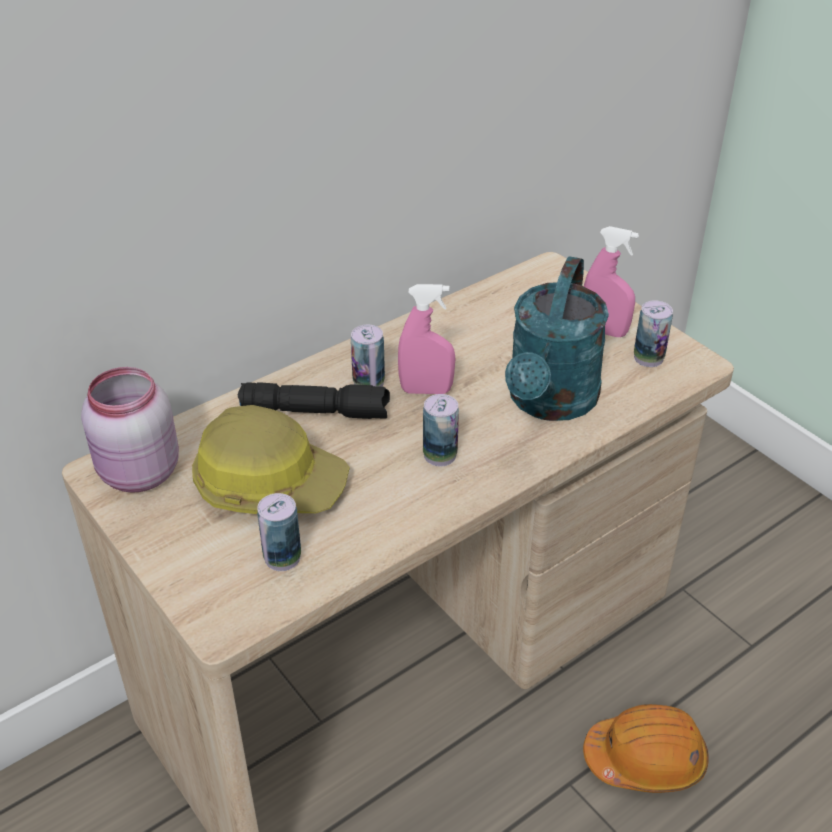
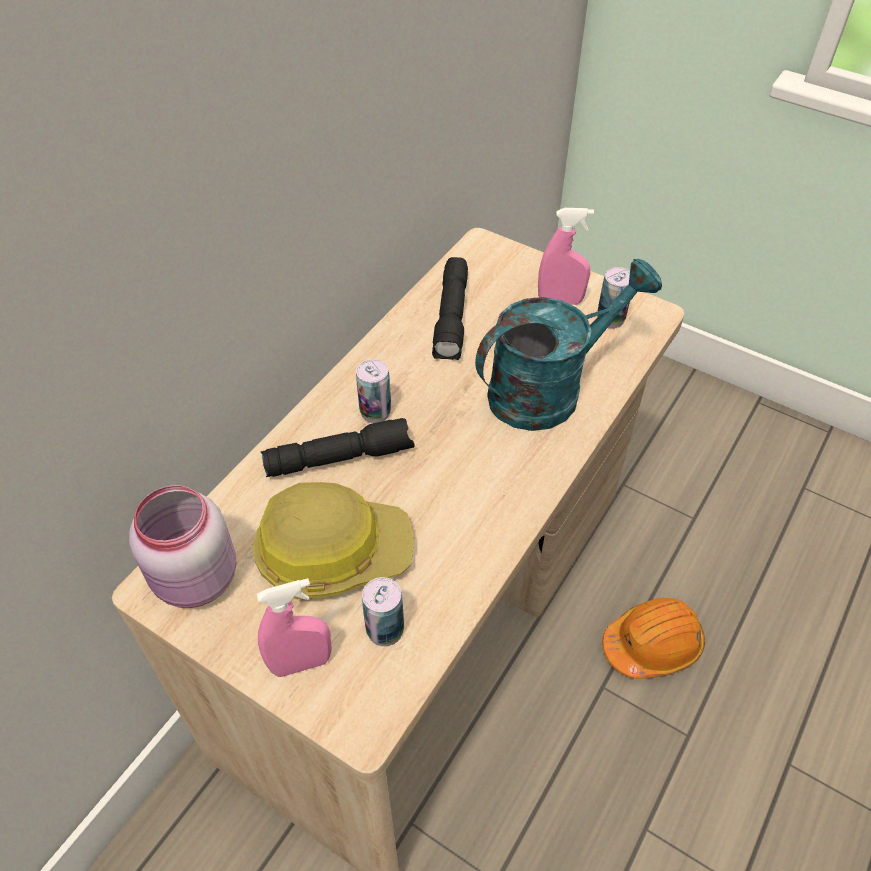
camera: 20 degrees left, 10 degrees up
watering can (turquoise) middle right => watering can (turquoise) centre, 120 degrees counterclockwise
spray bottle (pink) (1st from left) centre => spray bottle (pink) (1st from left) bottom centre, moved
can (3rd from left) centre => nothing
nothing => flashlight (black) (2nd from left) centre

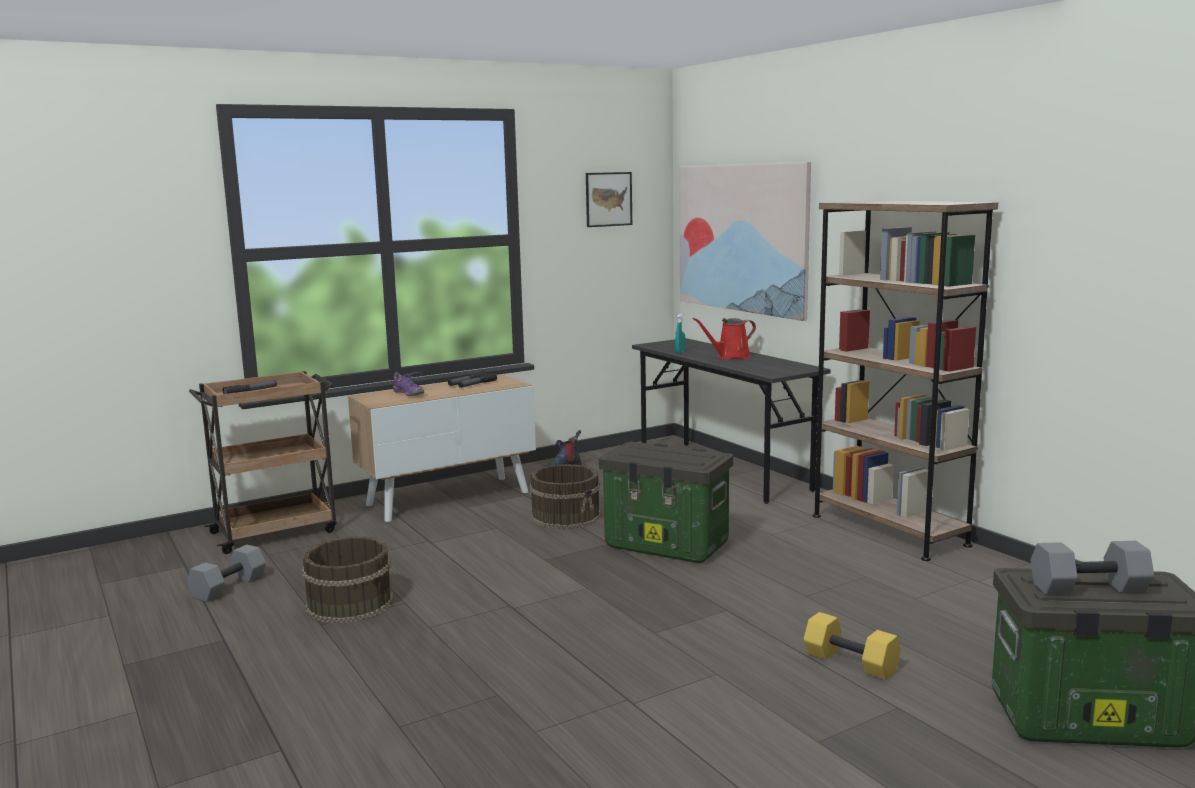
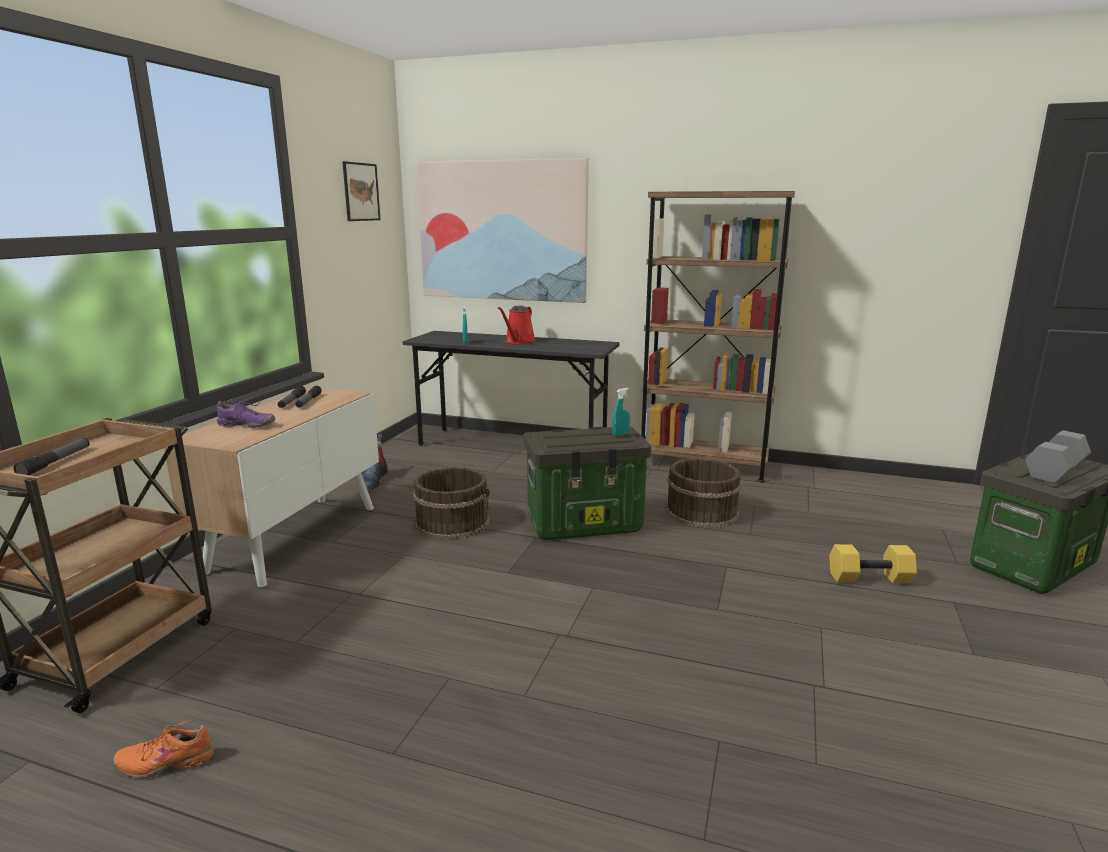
camera: 40 degrees left, 5 degrees up
bucket (brown) (1st from left in the first image) bottom left => bucket (brown) (2nd from left) centre, moved
dumbbell (grey) (1st from left) bottom left => shoe (orange) bottom left
nothing => spray bottle (turquoise) (2nd from left) centre

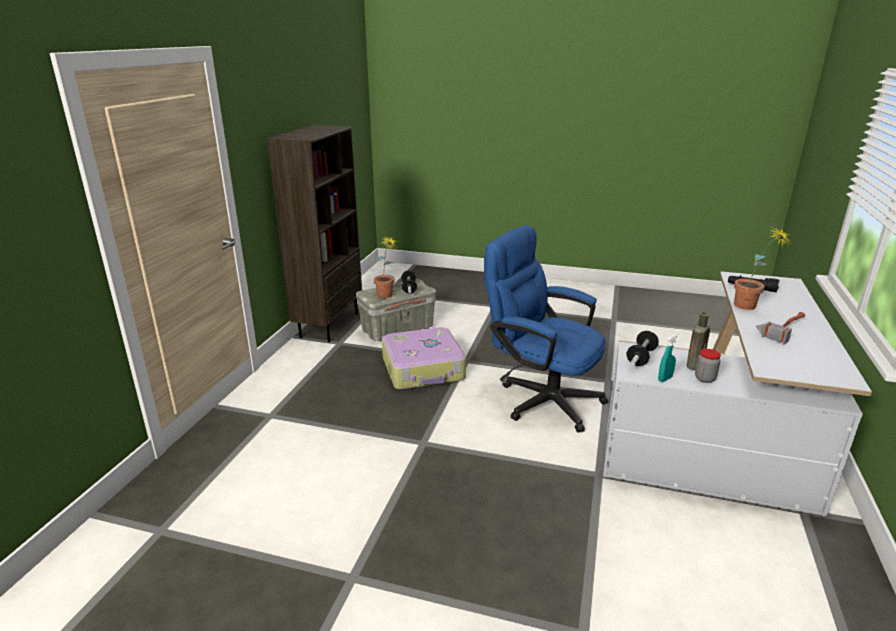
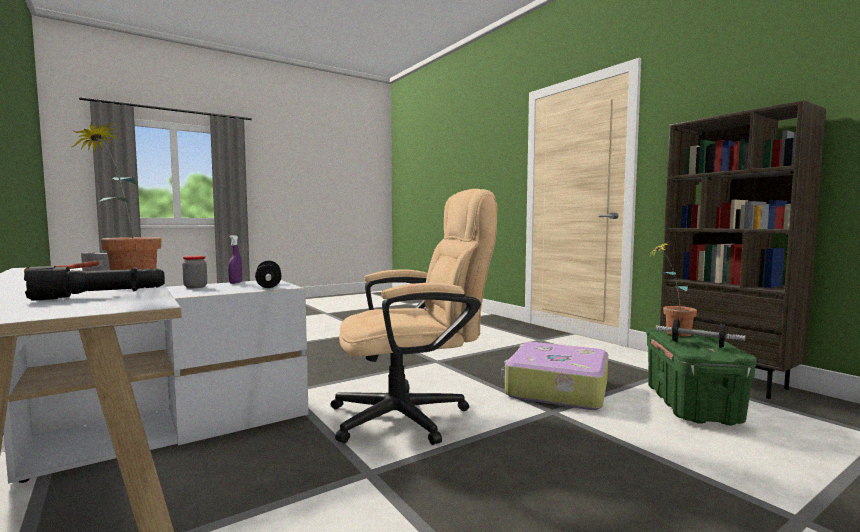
camera: 130 degrees right, 20 degrees down
office chair (blue) centre => office chair (beige) centre
storage box (grey) centre => storage box (green) bottom right
bottle (brown) middle right => nothing
spray bottle (turquoise) middle right => spray bottle (purple) middle left

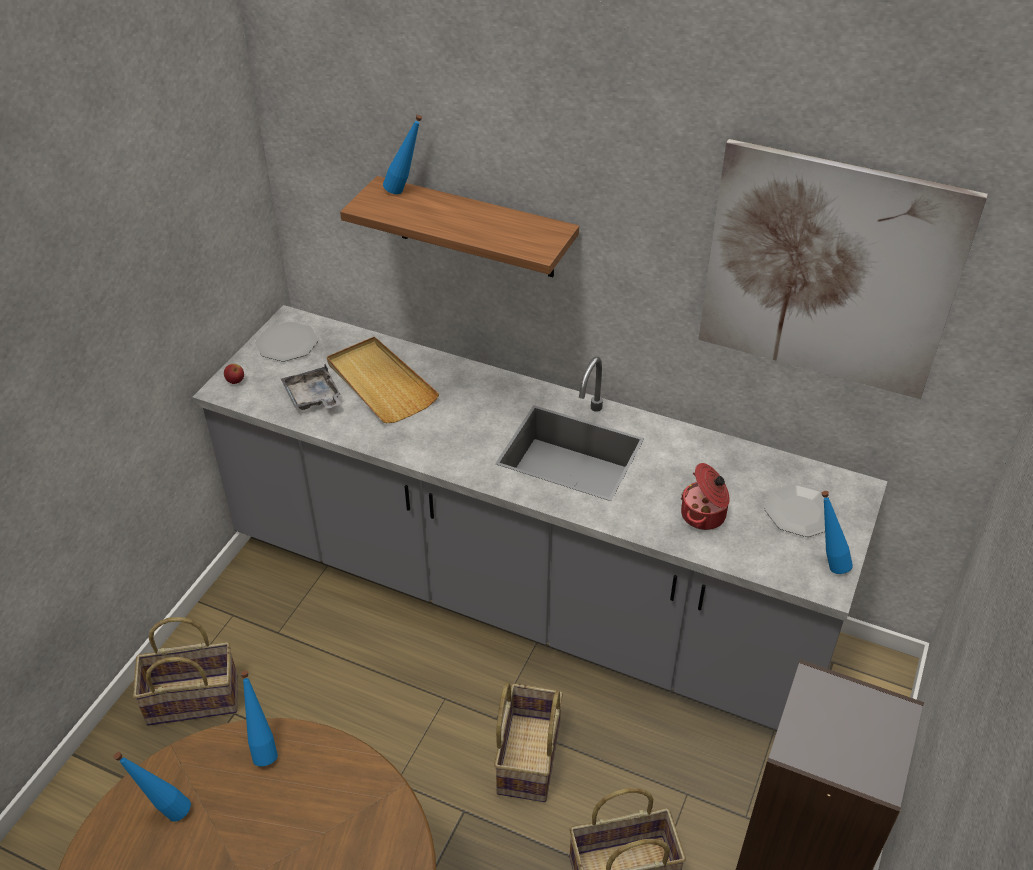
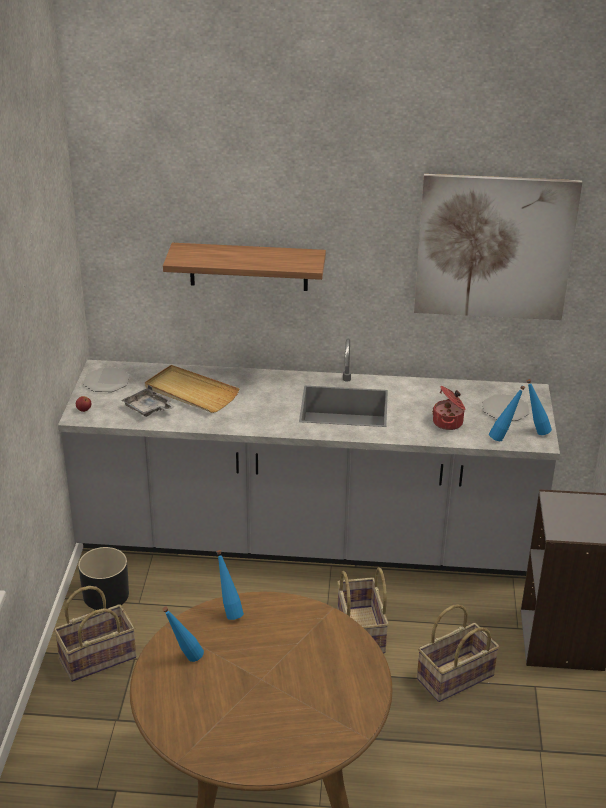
camera: 20 degrees left, 10 degrees down
bottle (blue) (3rd from left) top centre => bottle (blue) (3rd from left) middle right, moved
nothing => planter (black) bottom left

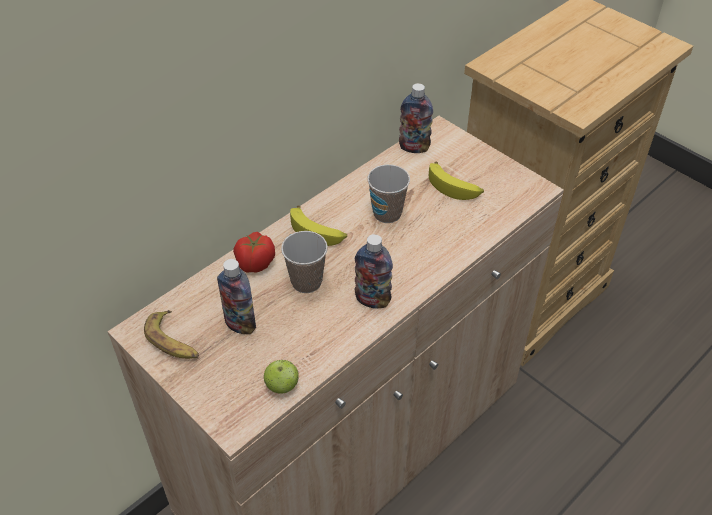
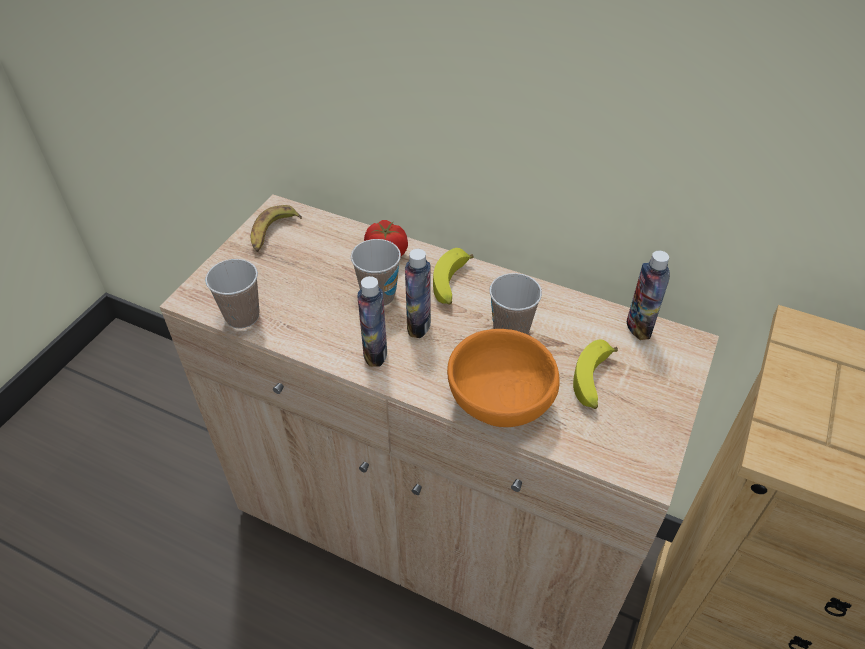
camera: 70 degrees right, 0 degrees up
bottle (1st from left in the first image) middle left => bottle (2nd from left) centre, moved
apple bottom centre => cup (1st from left) middle left
nothing => bowl (orange) centre

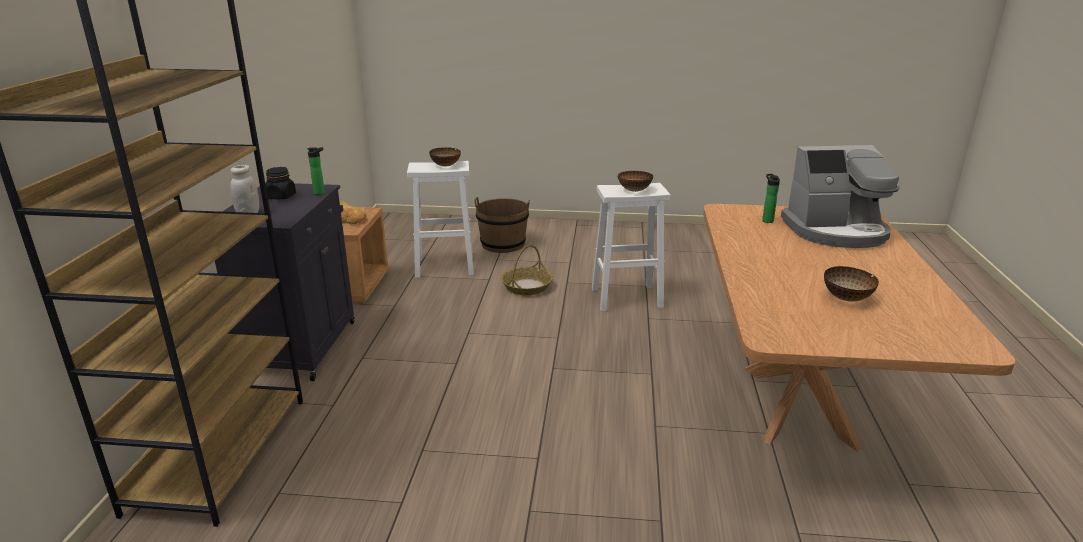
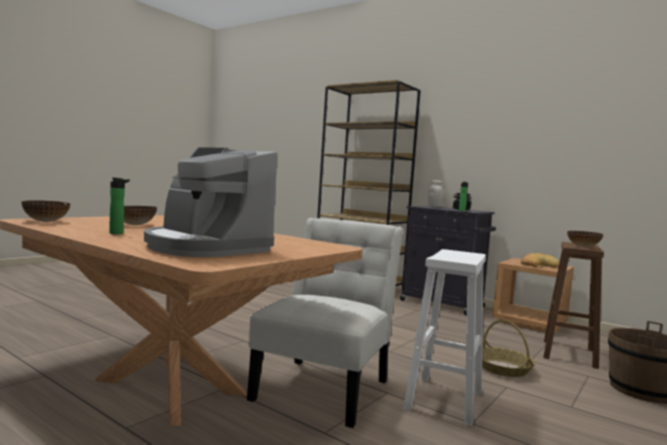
camera: 120 degrees right, 20 degrees down
coffee machine middle right => coffee machine middle left, 75 degrees counterclockwise
stool (white) (1st from left) centre => stool (brown) bottom right
bowl (2nd from left in the first image) centre => bowl (1st from left) middle left, moved
bottle (2nd from left in the first image) middle right => bottle (1st from left) middle left, moved
nothing => chair (white) bottom centre

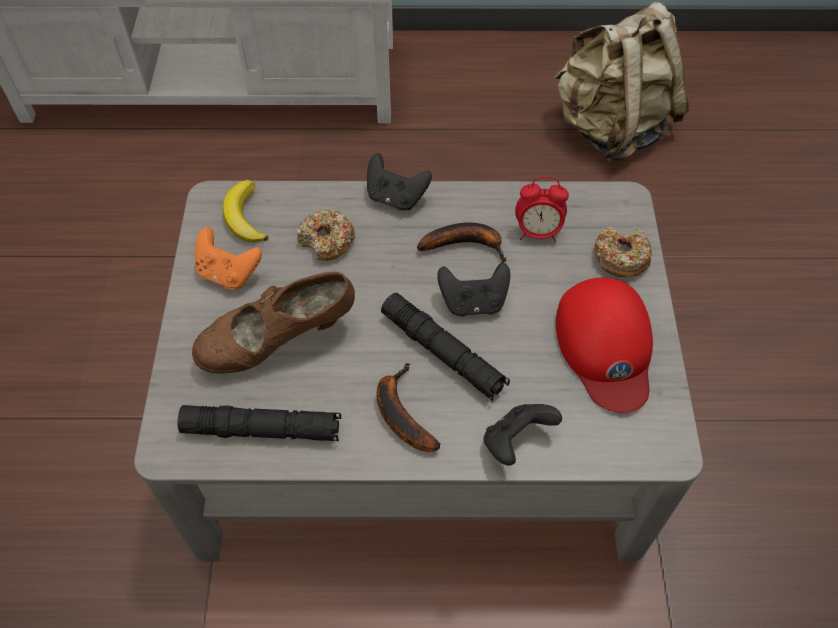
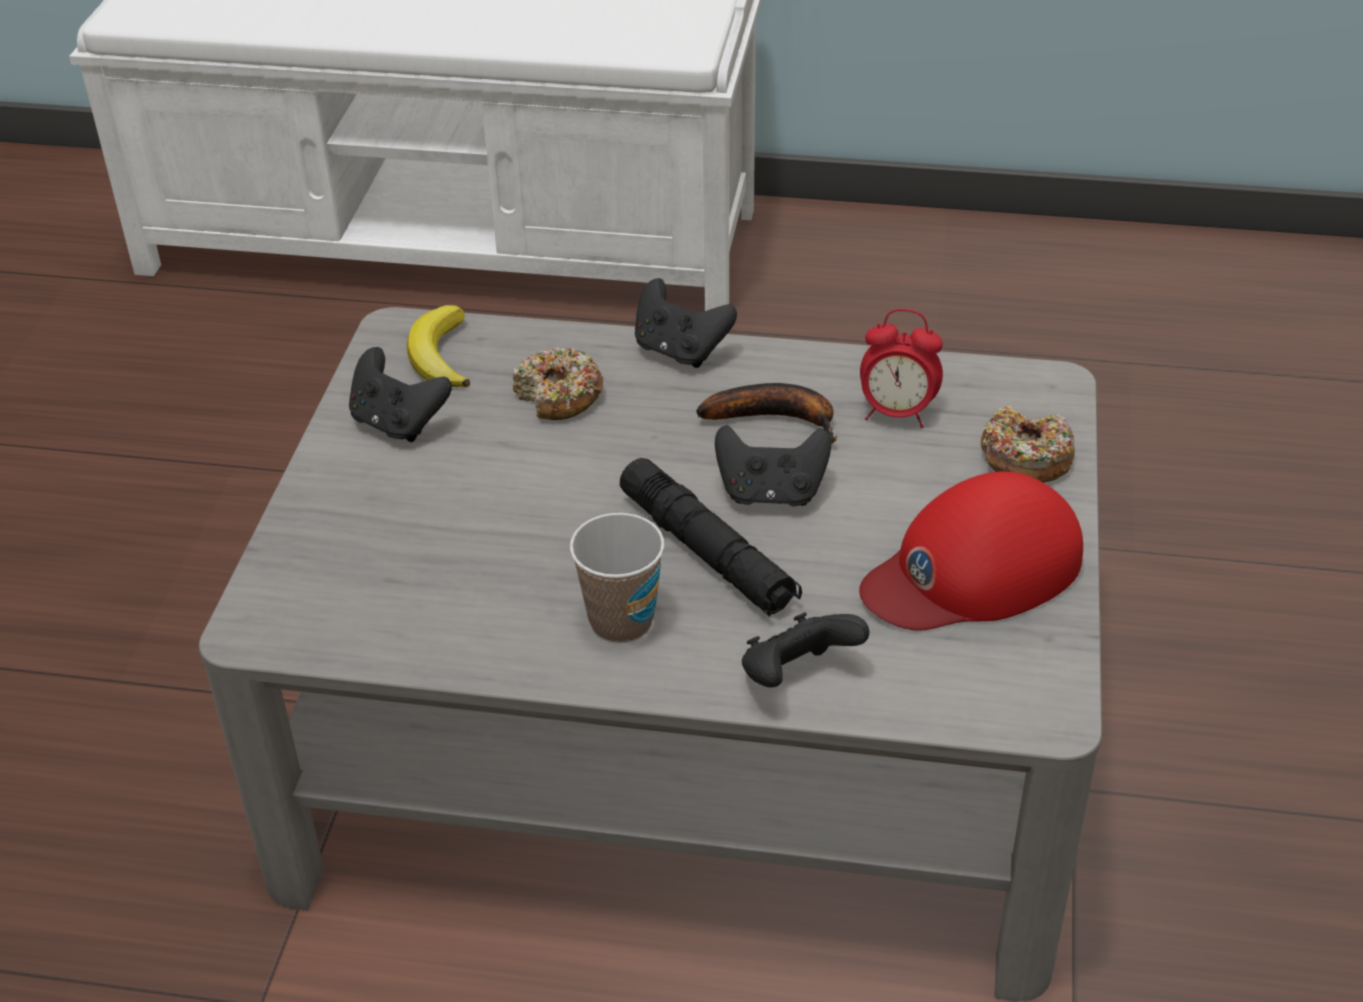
camera: 10 degrees right, 15 degrees down
backpack (beige) top right => nothing
game controller (orange) middle left => game controller (black) (1st from left) middle left
shoe (brown) middle left => nothing
cap (red) middle right, 60 degrees clockwise
banana (2nd from left) centre => cup centre
flashlight (black) (1st from left) bottom left => nothing

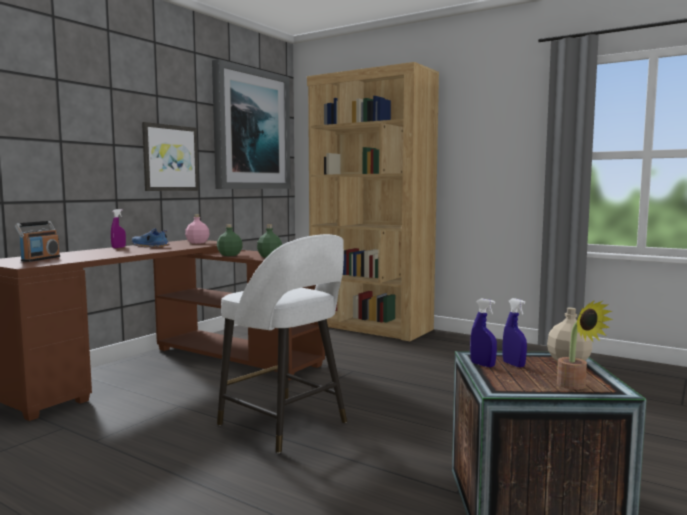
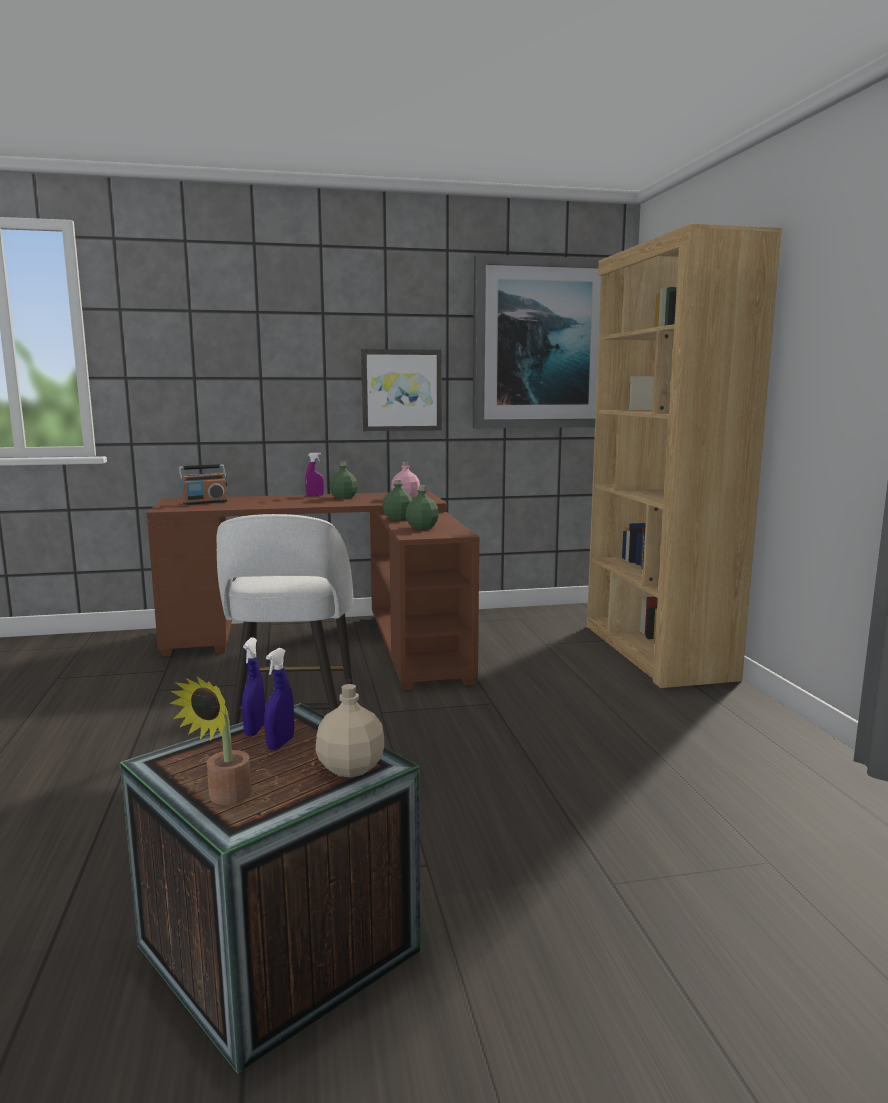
camera: 45 degrees right, 5 degrees up
shoe (blue) middle left => bottle (green) (1st from left) centre

